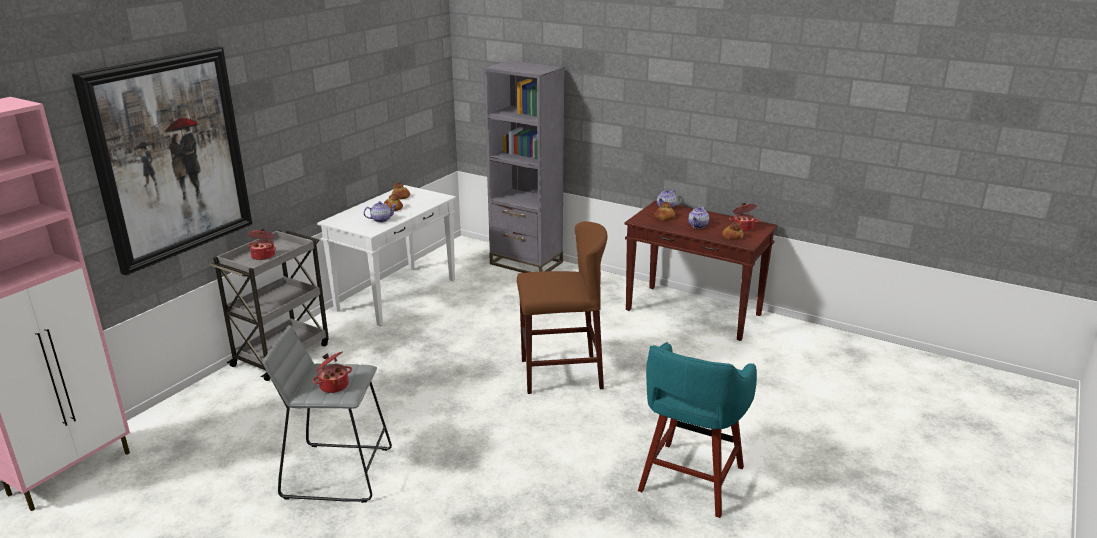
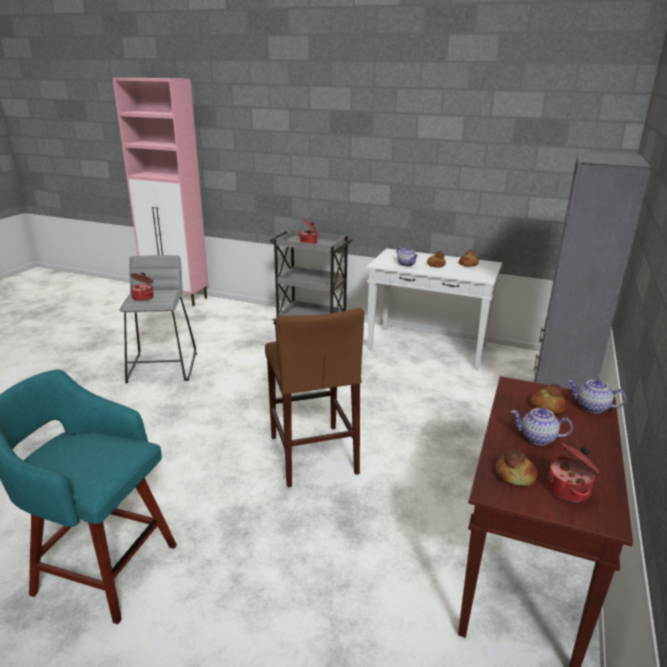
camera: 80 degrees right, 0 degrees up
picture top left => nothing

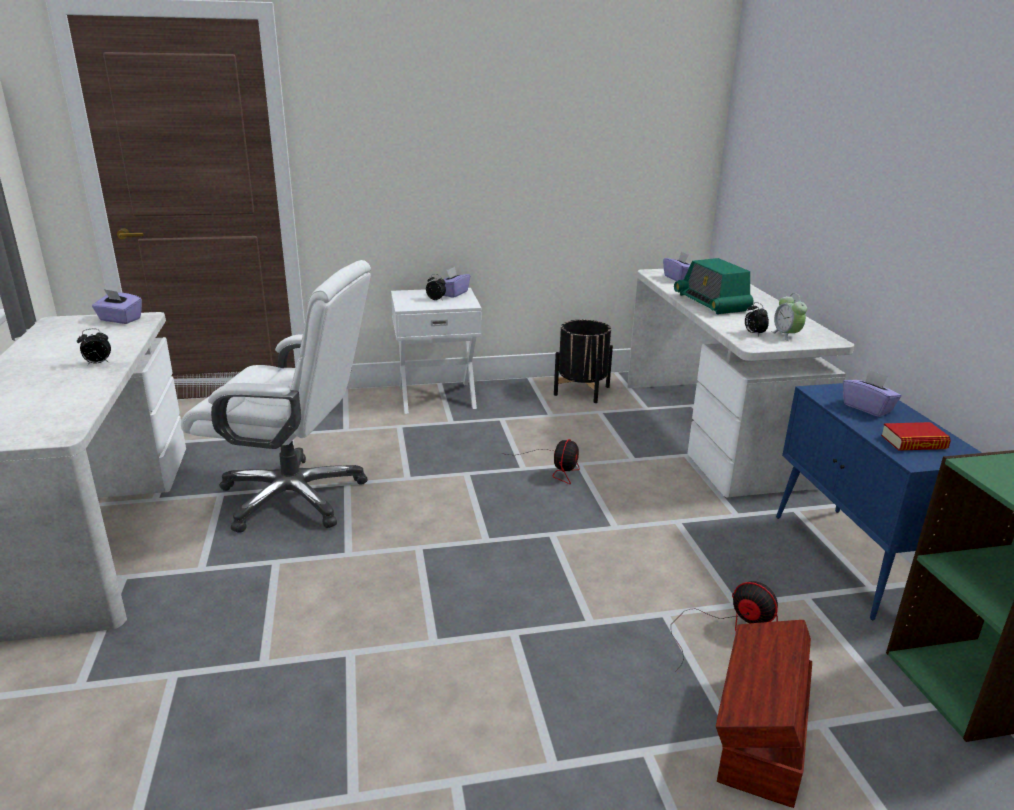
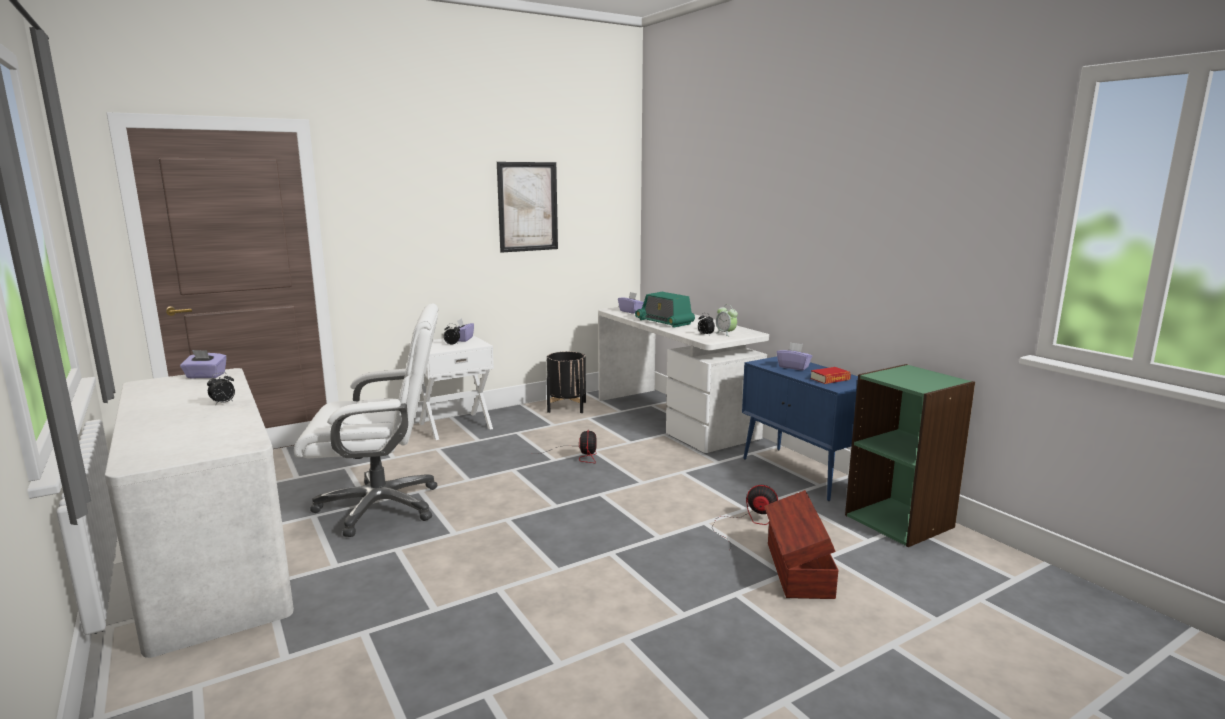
camera: 20 degrees left, 10 degrees down
nothing => picture top centre

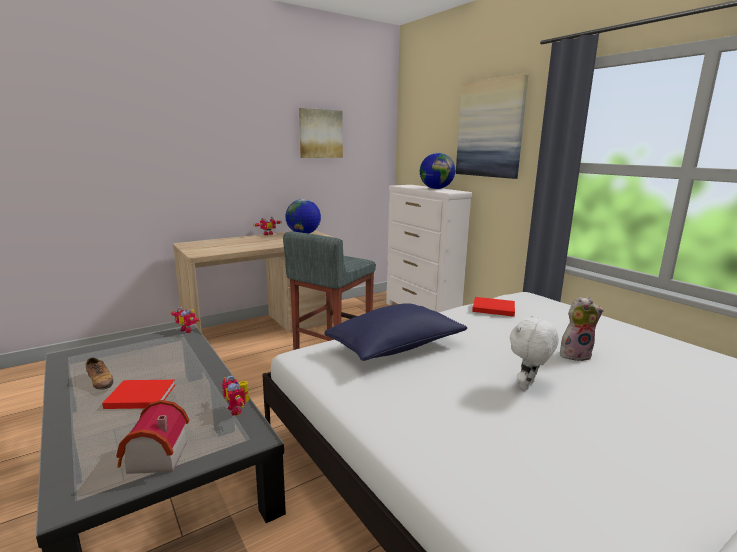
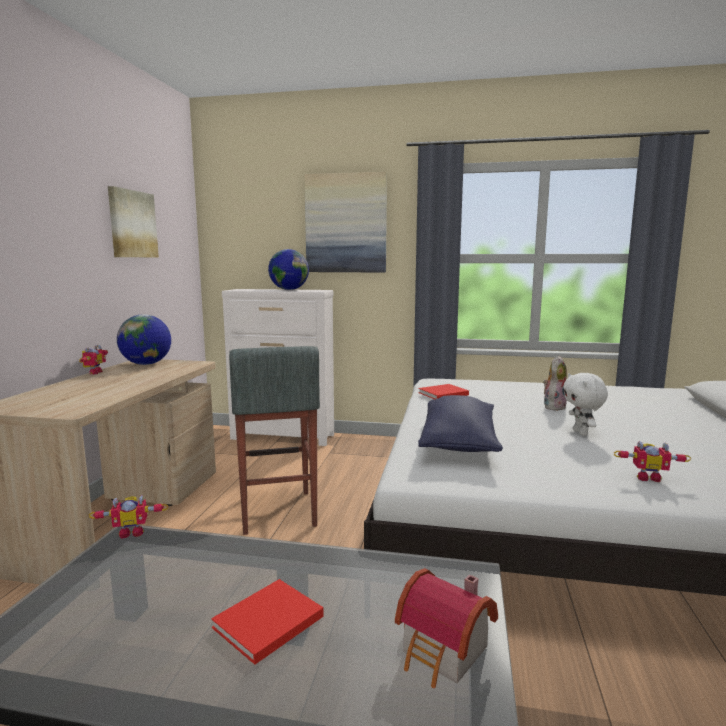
camera: 45 degrees left, 5 degrees down
shoe bottom left => nothing
toy robot (2nd from left in the first image) bottom left => toy robot (3rd from left) middle right, moved

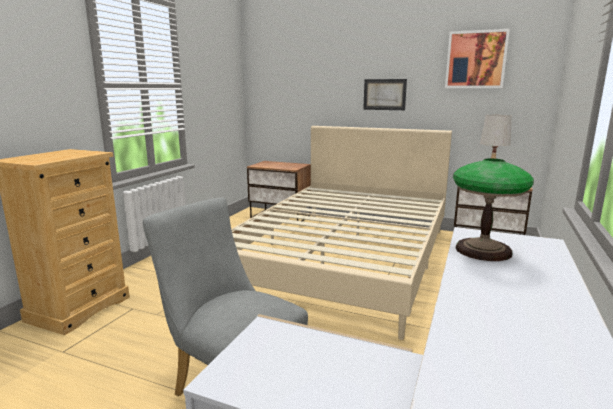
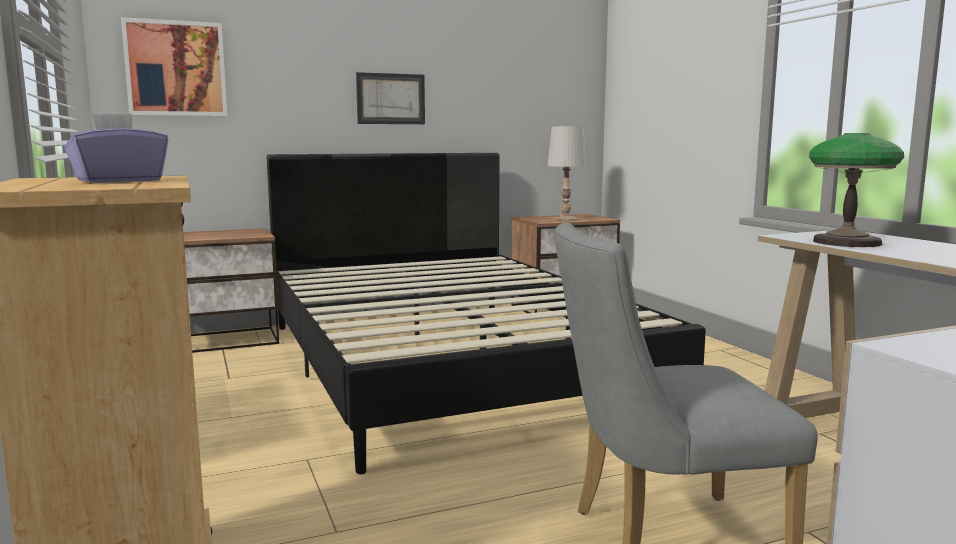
camera: 45 degrees left, 5 degrees down
picture (2nd from left in the first image) top right => picture (1st from left) top left, moved
bed (beige) centre => bed (black) centre
nothing => tissue box (purple) top left

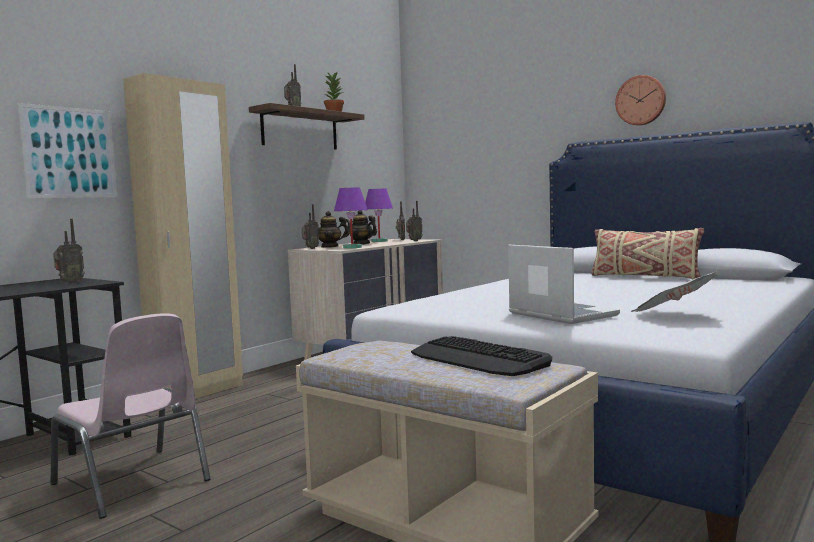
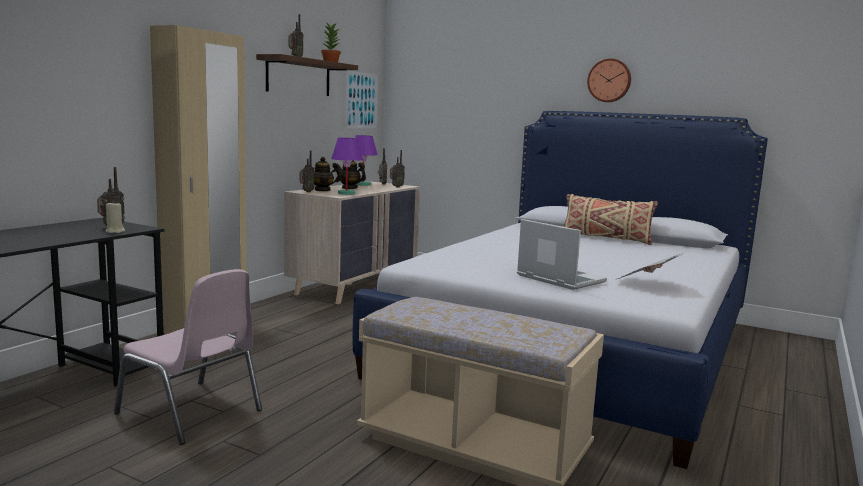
camera: 10 degrees left, 5 degrees up
picture top left => picture top centre, moved
keyboard centre => nothing
nothing => candle (beige) middle left

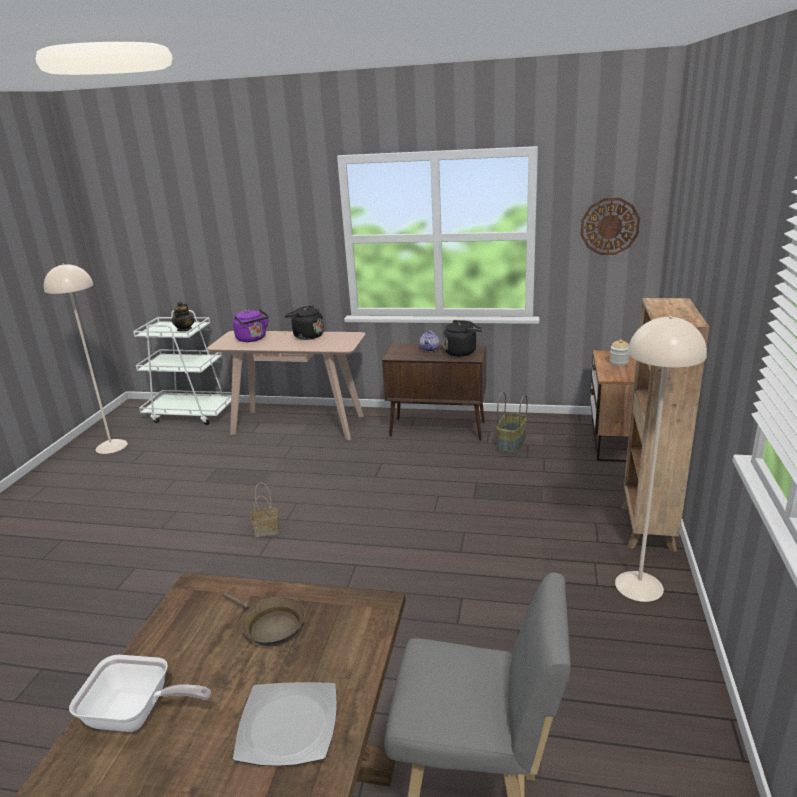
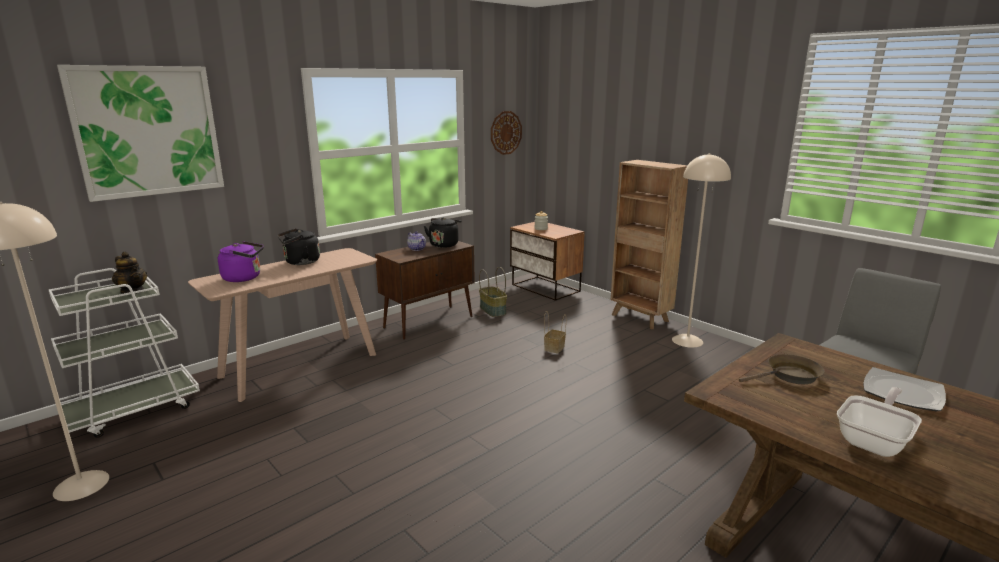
camera: 55 degrees left, 5 degrees down
basket (1st from left in the first image) middle left => basket (2nd from left) centre, moved
nothing => picture top left

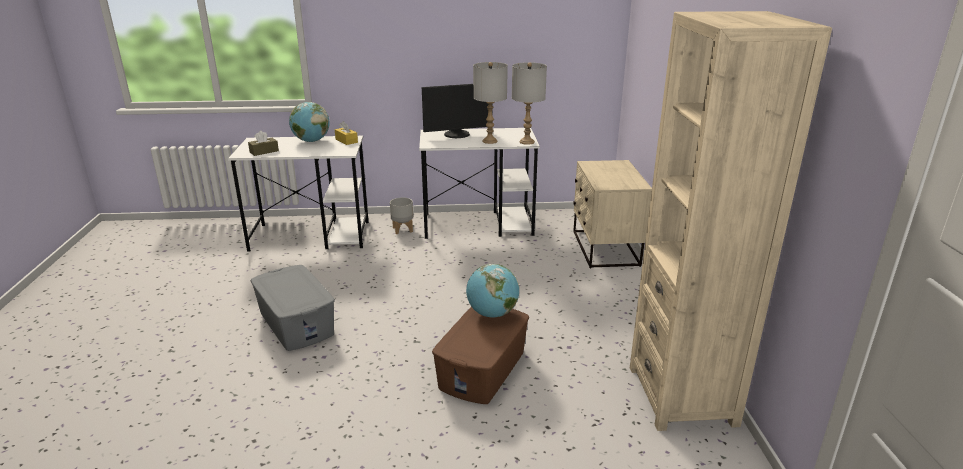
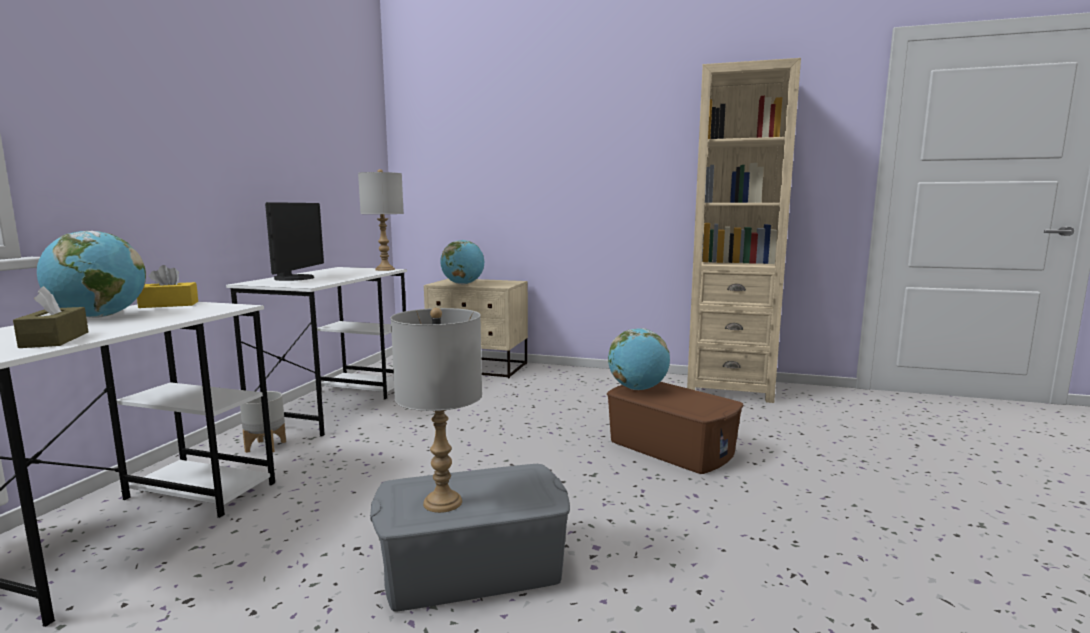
camera: 70 degrees left, 15 degrees down
table lamp (grey) (1st from left in the first image) top centre => table lamp (grey) (2nd from left) centre, moved
nothing => globe (2nd from left) centre

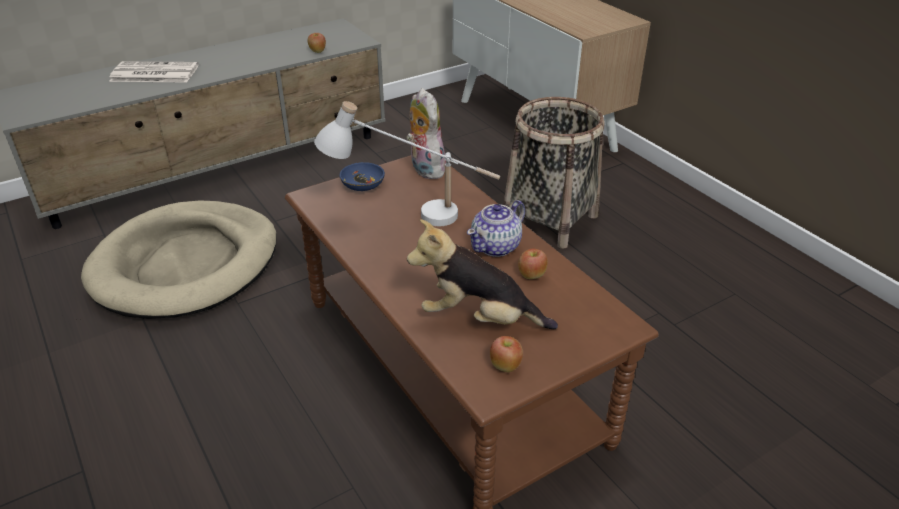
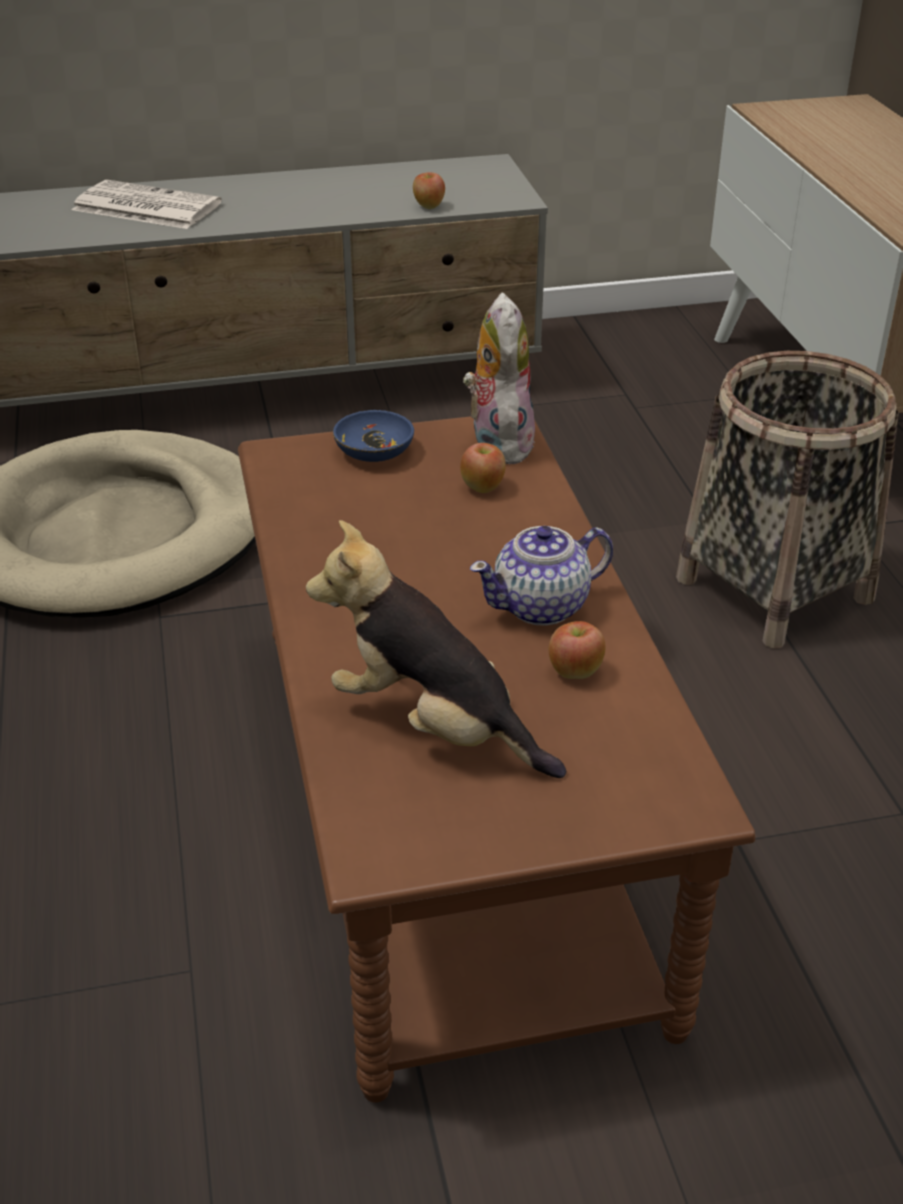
camera: 20 degrees right, 0 degrees up
table lamp (white) top centre => nothing
apple (2nd from left) bottom centre => apple (2nd from left) centre, moved

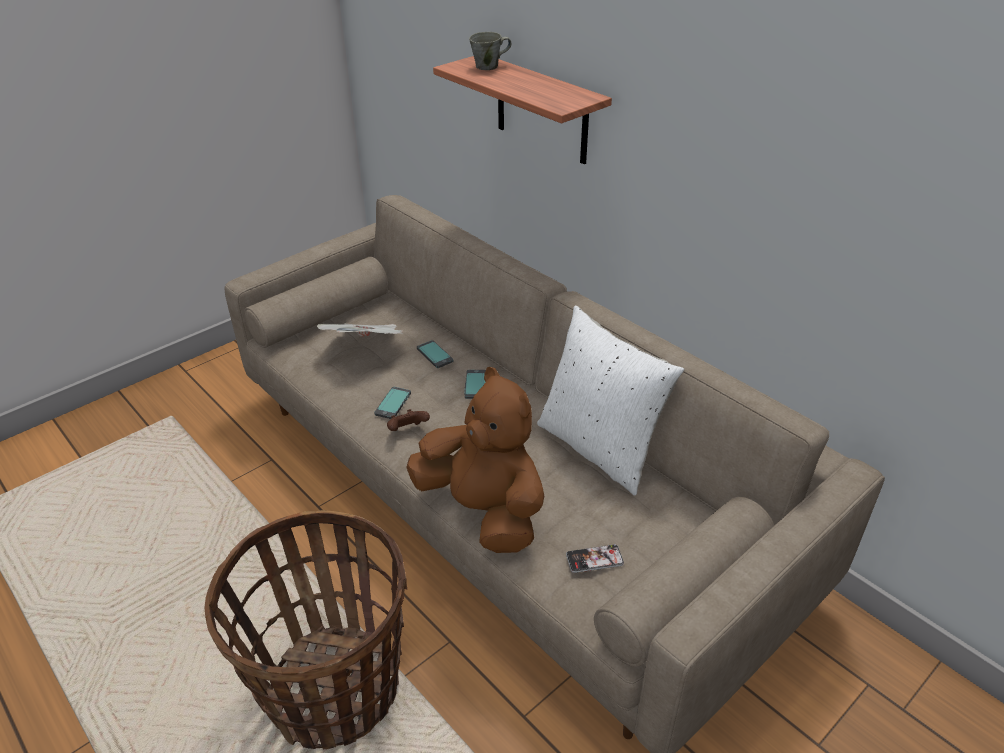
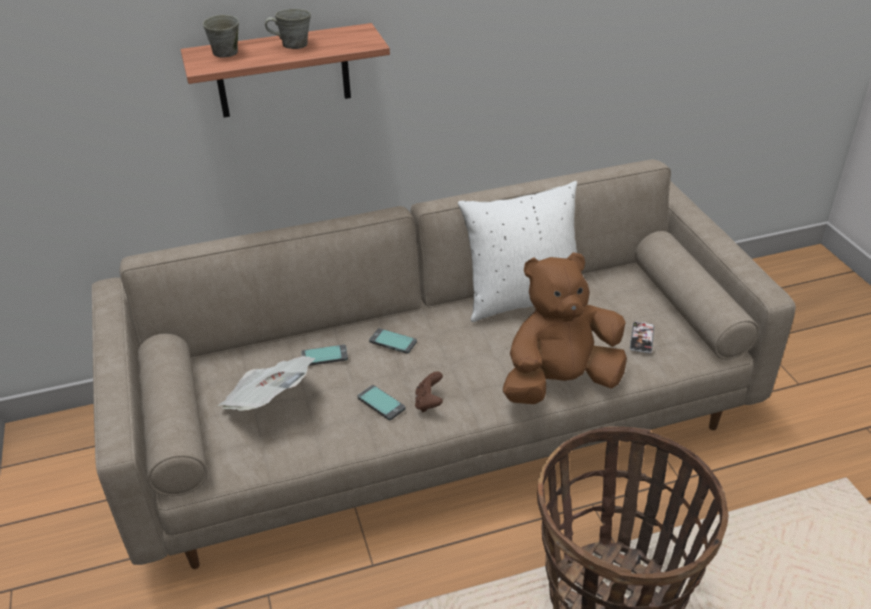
camera: 65 degrees left, 0 degrees up
nothing => mug (grey) (2nd from left) top left

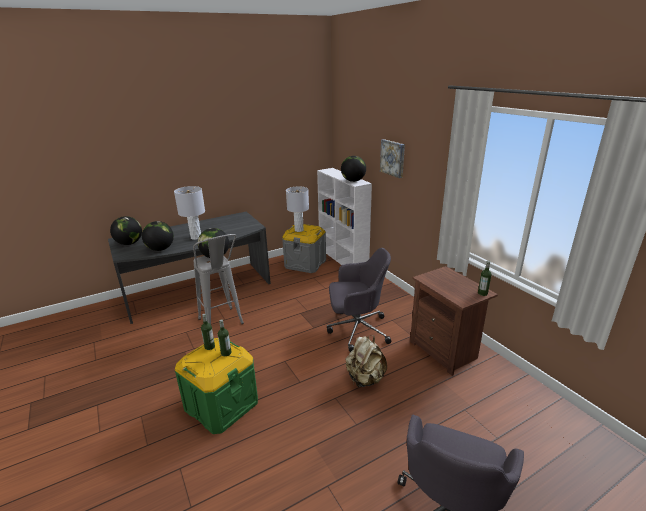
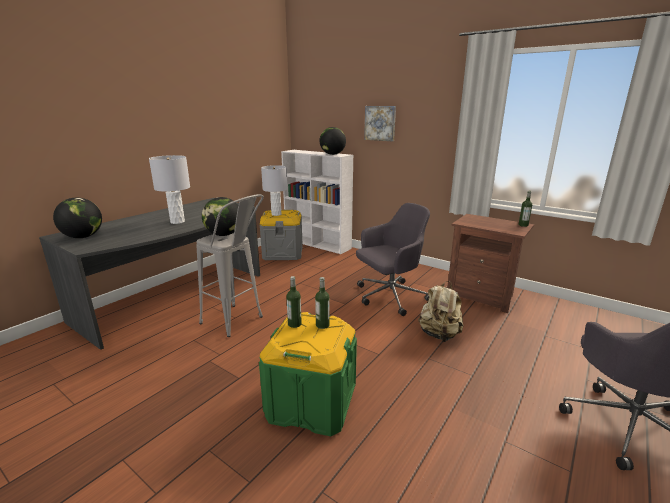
camera: 25 degrees left, 5 degrees down
globe (2nd from left) middle left => nothing

